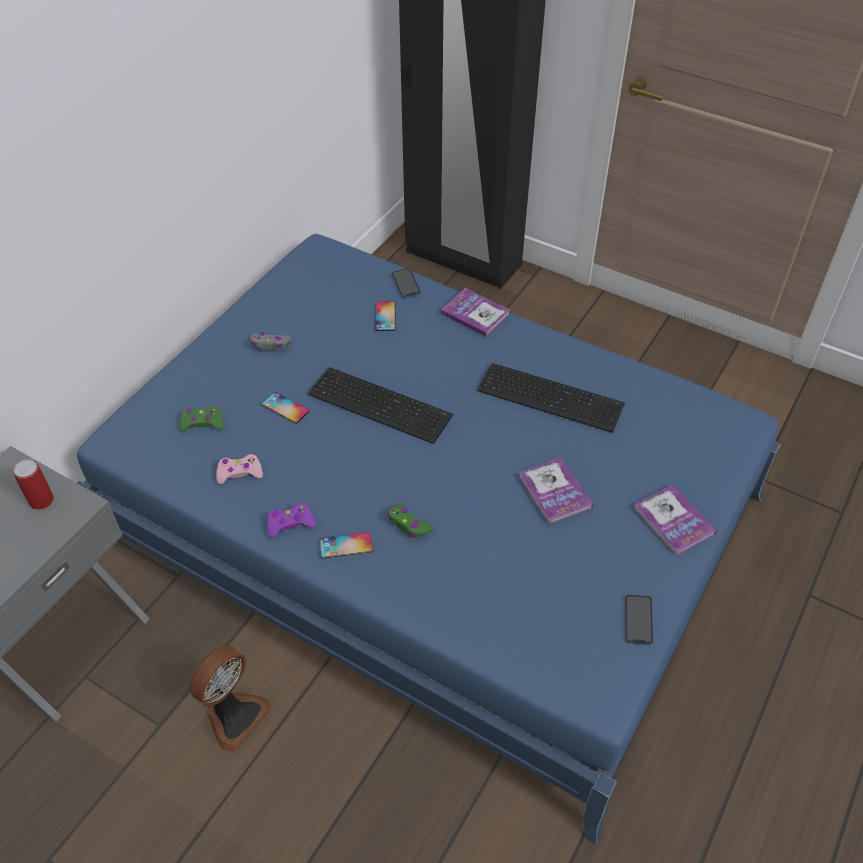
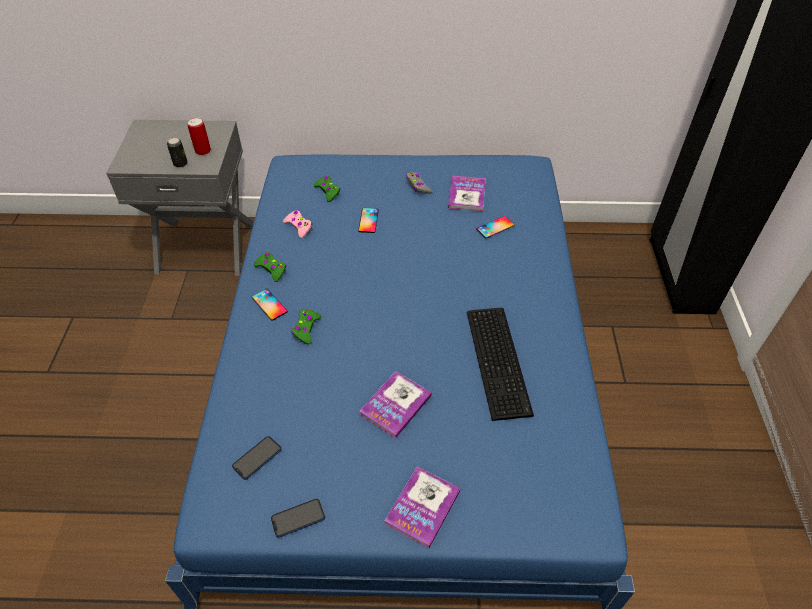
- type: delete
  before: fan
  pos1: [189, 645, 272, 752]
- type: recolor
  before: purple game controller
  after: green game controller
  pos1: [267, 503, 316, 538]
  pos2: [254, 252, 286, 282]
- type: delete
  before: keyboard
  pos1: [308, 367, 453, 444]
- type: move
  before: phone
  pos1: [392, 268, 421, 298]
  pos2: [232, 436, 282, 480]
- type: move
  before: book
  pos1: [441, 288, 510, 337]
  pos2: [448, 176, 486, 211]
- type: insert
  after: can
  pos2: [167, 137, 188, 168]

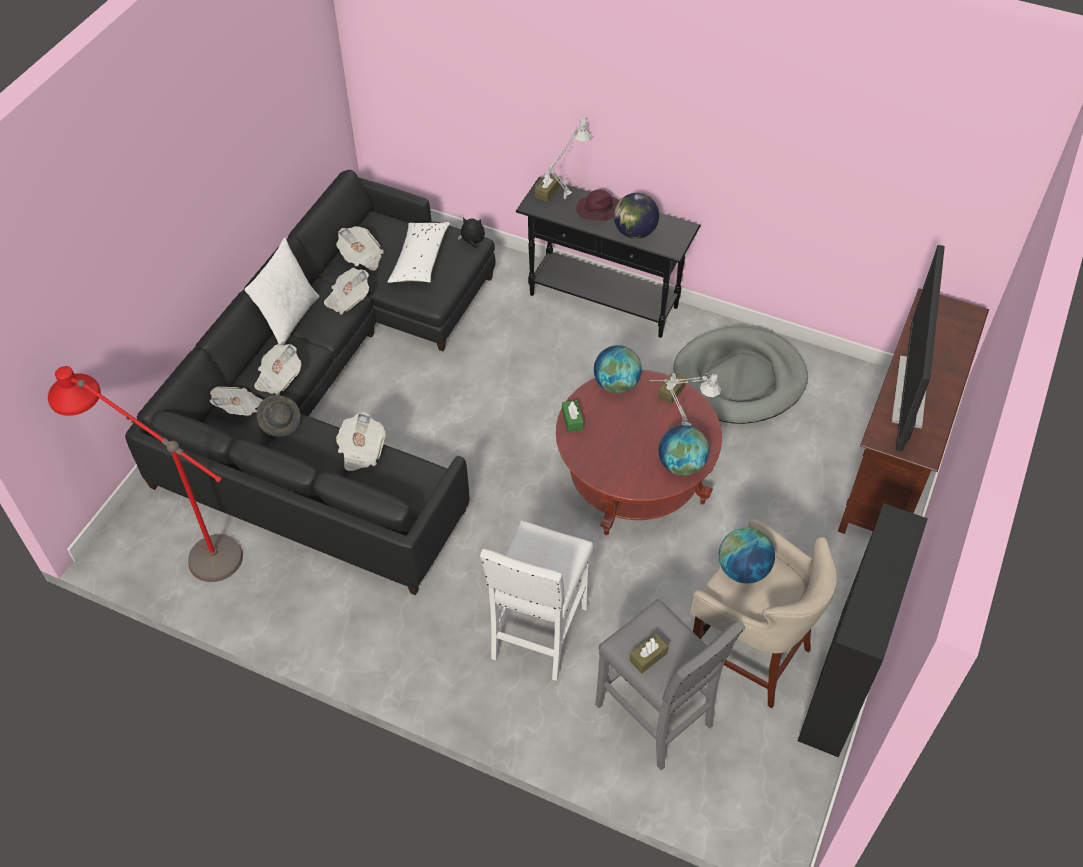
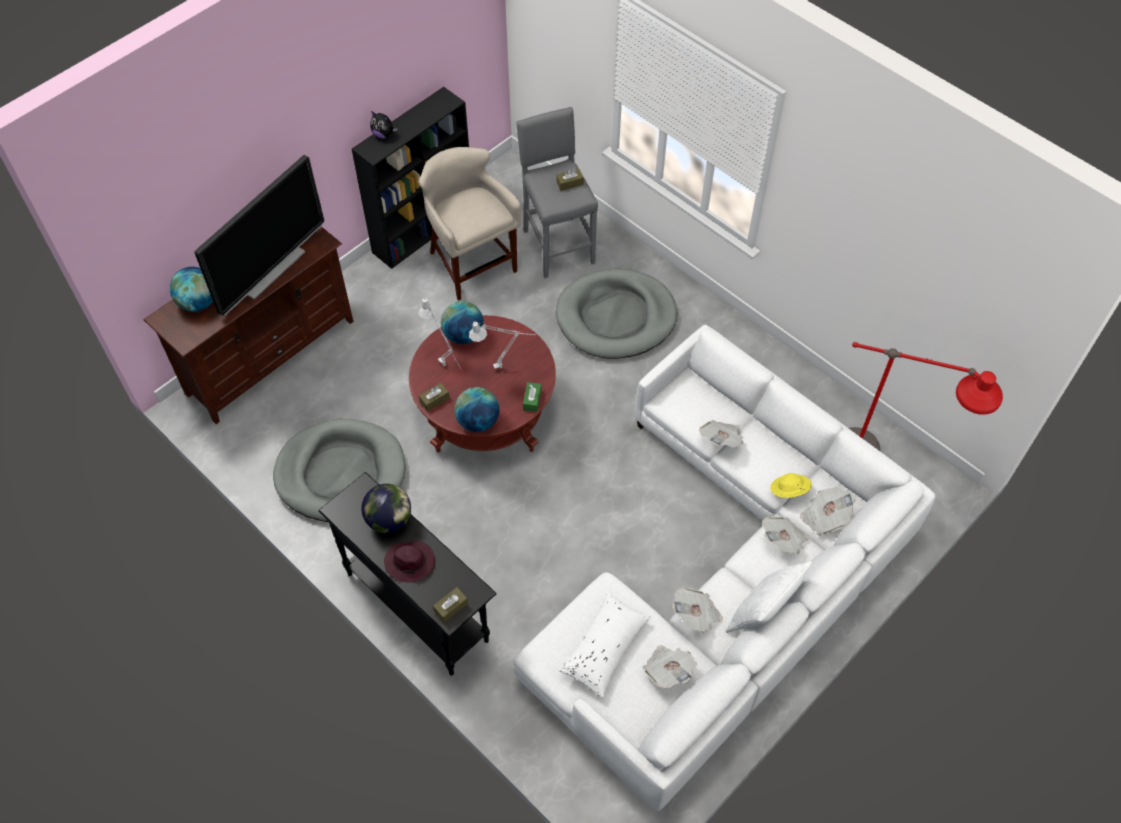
- type: recolor
  before: black sofa
  after: white sofa
  pos1: [125, 170, 496, 595]
  pos2: [513, 325, 936, 811]
- type: recolor
  before: grey hat
  after: yellow hat
  pos1: [257, 395, 300, 437]
  pos2: [770, 473, 812, 498]
- type: move
  before: plush toy
  pos1: [458, 218, 485, 248]
  pos2: [370, 112, 398, 139]
- type: replace
  before: white stool
  after: grey dog bed
  pos1: [480, 520, 593, 681]
  pos2: [556, 269, 677, 359]
- type: move
  before: grey table lamp
  pos1: [535, 119, 592, 199]
  pos2: [469, 322, 536, 369]
- type: move
  before: globe
  pos1: [719, 528, 775, 584]
  pos2: [170, 267, 213, 312]

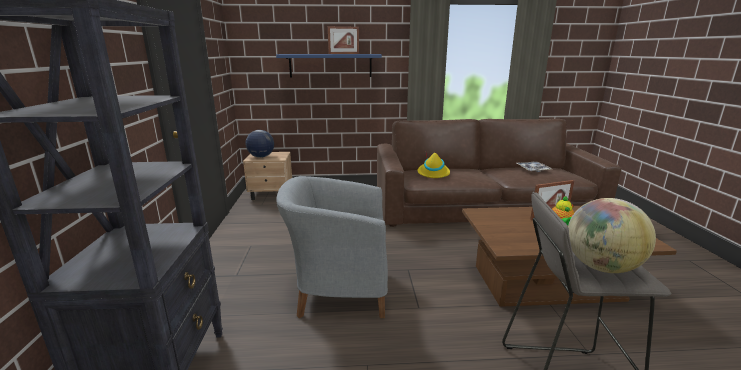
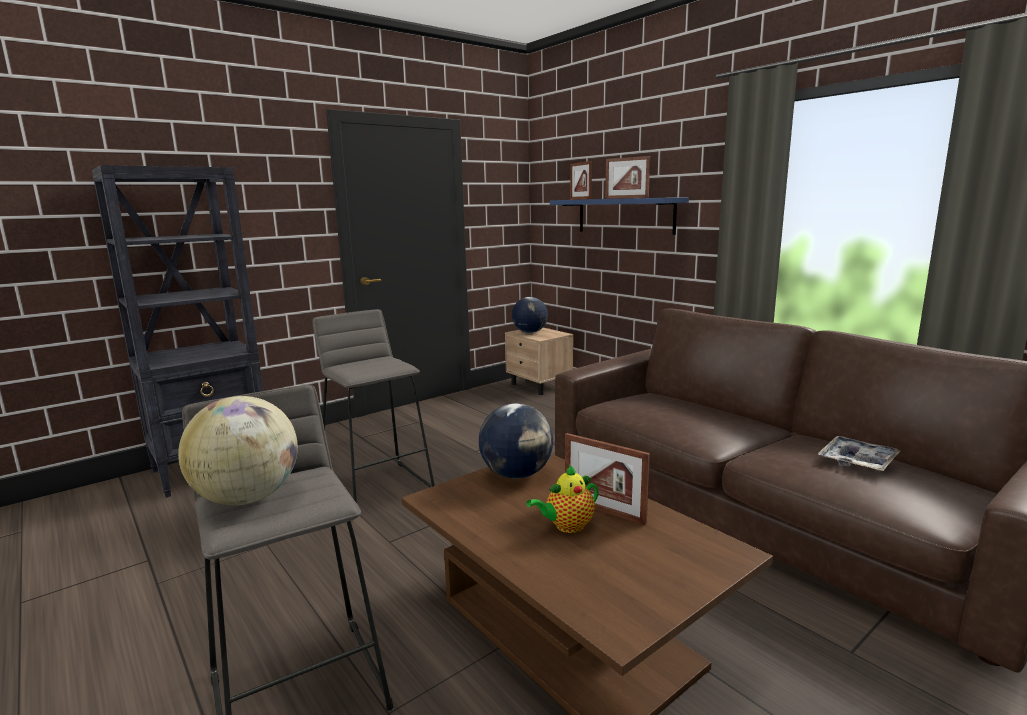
- type: replace
  before: grey armchair
  after: grey stool
  pos1: [276, 176, 388, 318]
  pos2: [313, 309, 435, 503]
- type: delete
  before: yellow hat
  pos1: [418, 150, 450, 178]
- type: insert
  after: globe
  pos2: [479, 403, 553, 479]
- type: insert
  after: picture frame
  pos2: [570, 161, 592, 200]

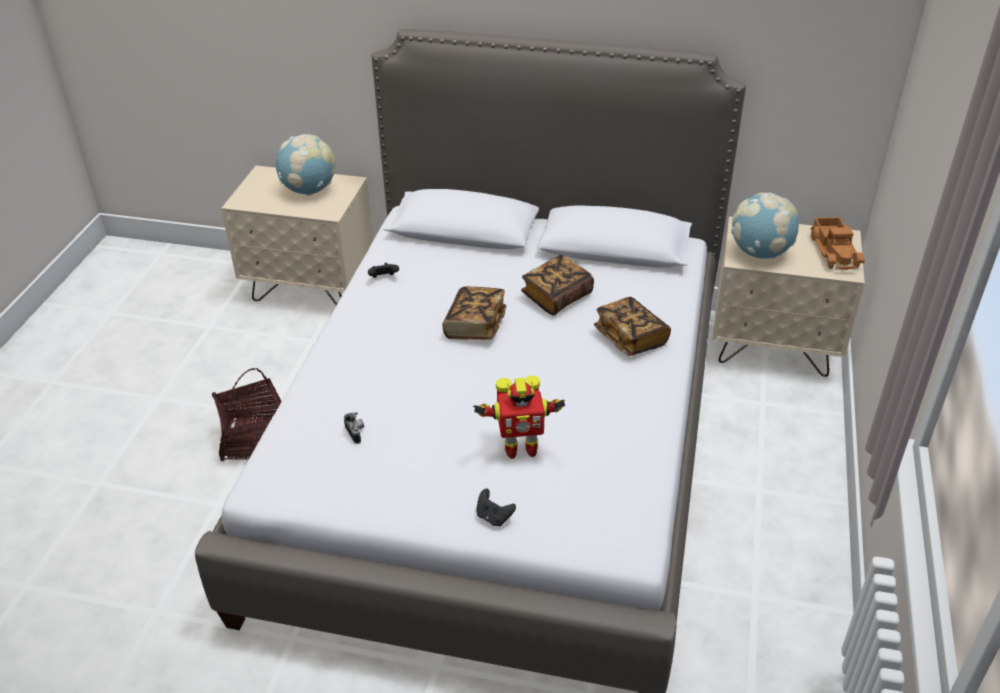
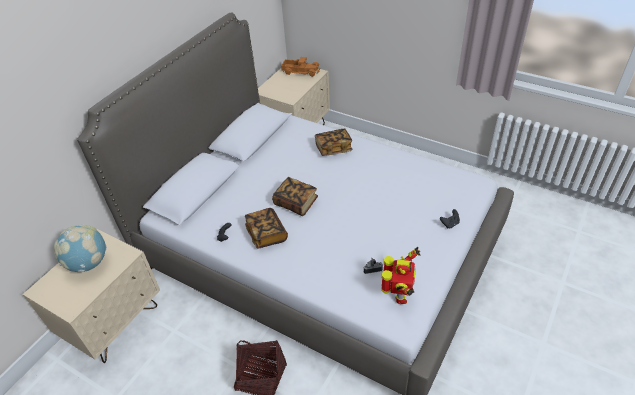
- type: move
  before: toy robot
  pos1: [473, 376, 566, 459]
  pos2: [381, 247, 421, 304]
- type: move
  before: book
  pos1: [521, 255, 594, 315]
  pos2: [245, 208, 288, 249]
- type: delete
  before: globe
  pos1: [731, 192, 799, 259]

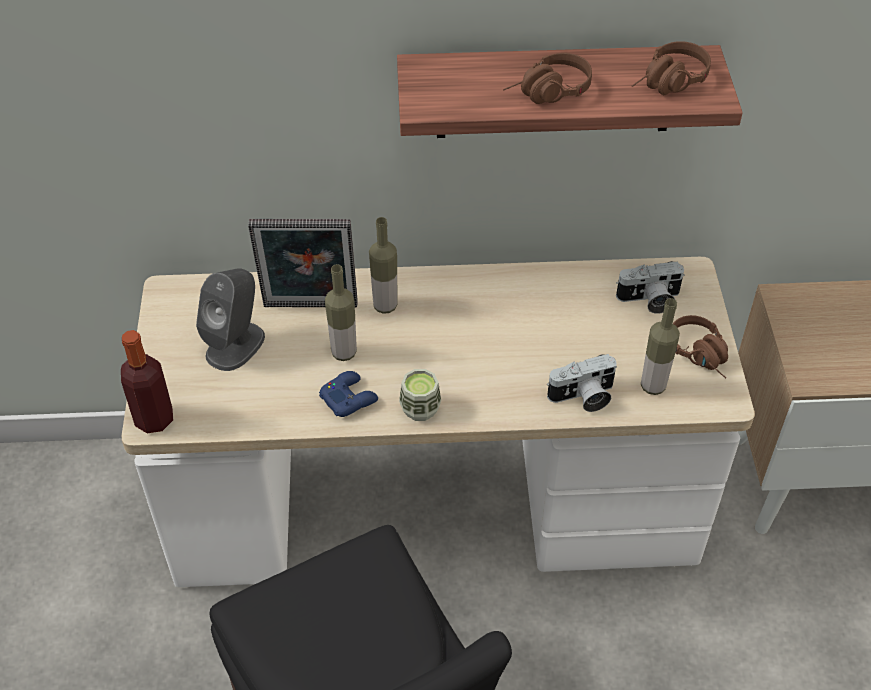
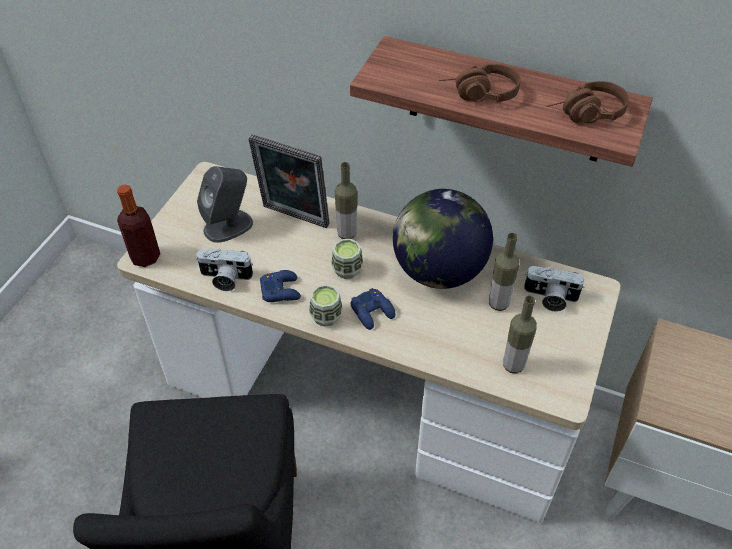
- type: move
  before: bottle
  pos1: [325, 264, 357, 361]
  pos2: [489, 233, 519, 311]
- type: move
  before: photo camera
  pos1: [547, 354, 617, 412]
  pos2: [196, 249, 253, 291]
- type: delete
  before: brown headphones
  pos1: [673, 315, 728, 379]
- type: insert
  after: cup
  pos2: [331, 239, 363, 279]
- type: insert
  after: blue game controller
  pos2: [350, 288, 395, 330]
- type: insert
  after: globe
  pos2: [393, 189, 493, 289]

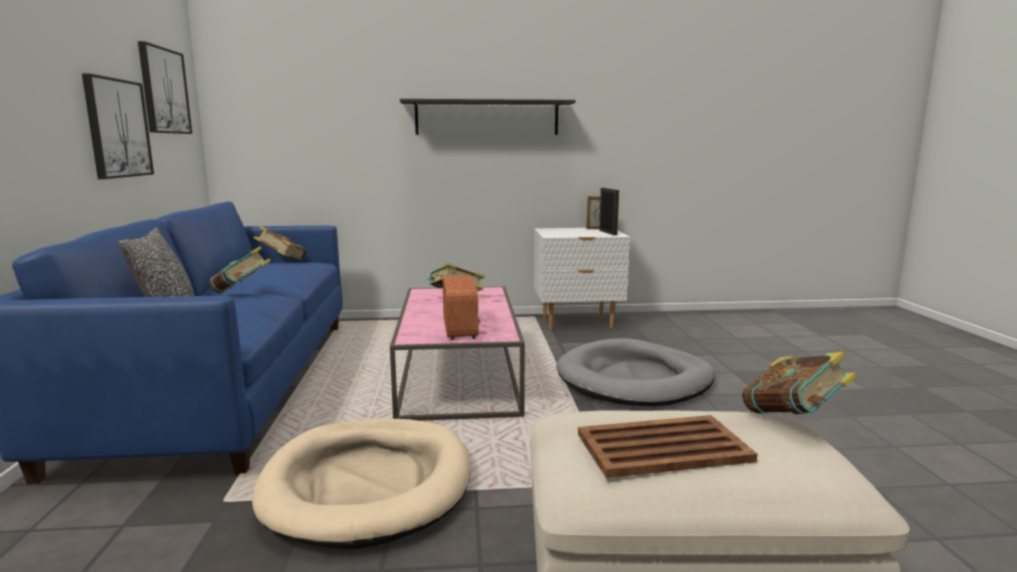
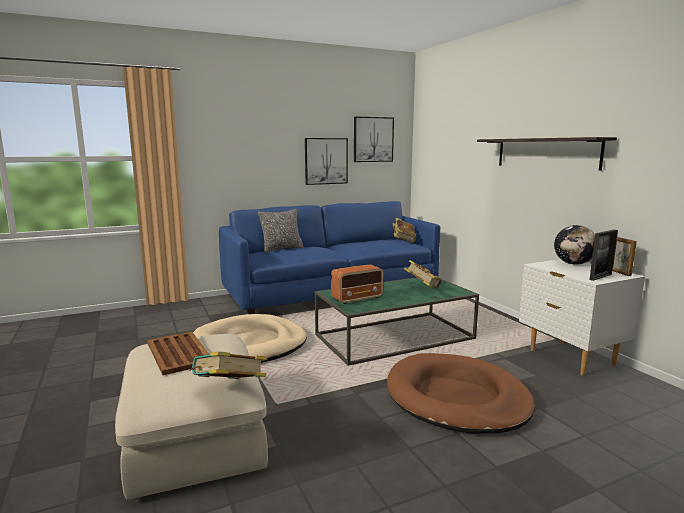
- type: delete
  before: book
  pos1: [209, 246, 271, 293]
- type: recolor
  before: pink coffee table
  after: green coffee table
  pos1: [390, 286, 525, 421]
  pos2: [315, 277, 479, 366]
- type: recolor
  before: grey dog bed
  after: brown dog bed
  pos1: [556, 338, 715, 406]
  pos2: [387, 353, 535, 434]
- type: insert
  after: globe
  pos2: [554, 225, 595, 265]

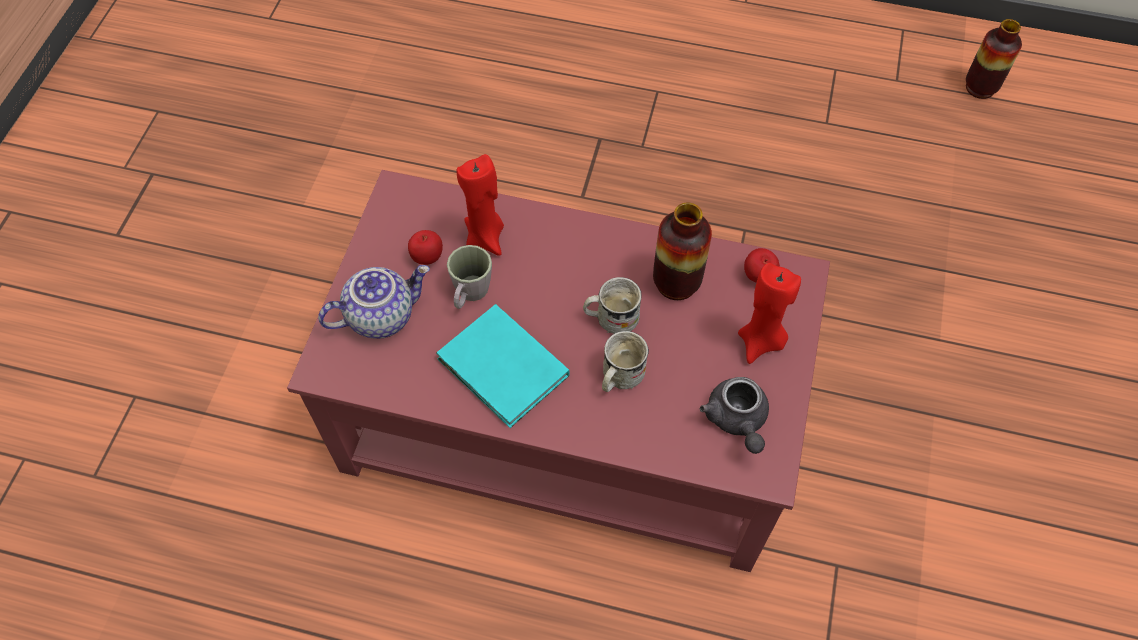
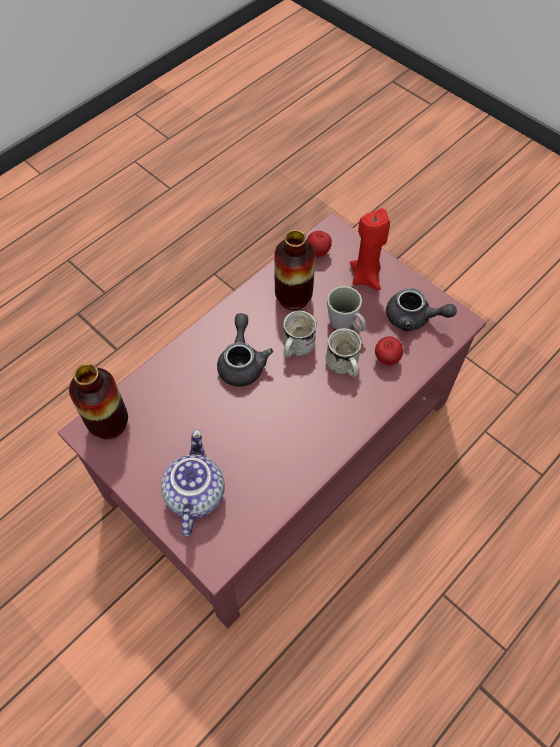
- type: move
  before: apple
  pos1: [408, 230, 443, 265]
  pos2: [375, 336, 403, 366]
- type: delete
  before: turquoise book
  pos1: [436, 304, 569, 428]
- type: move
  before: grey mug
  pos1: [447, 245, 492, 309]
  pos2: [327, 286, 366, 332]
- type: delete
  before: red candle
  pos1: [457, 154, 504, 256]
- type: move
  before: vase
  pos1: [966, 19, 1022, 99]
  pos2: [69, 364, 128, 439]
- type: insert
  after: grey teapot
  pos2: [217, 313, 273, 387]

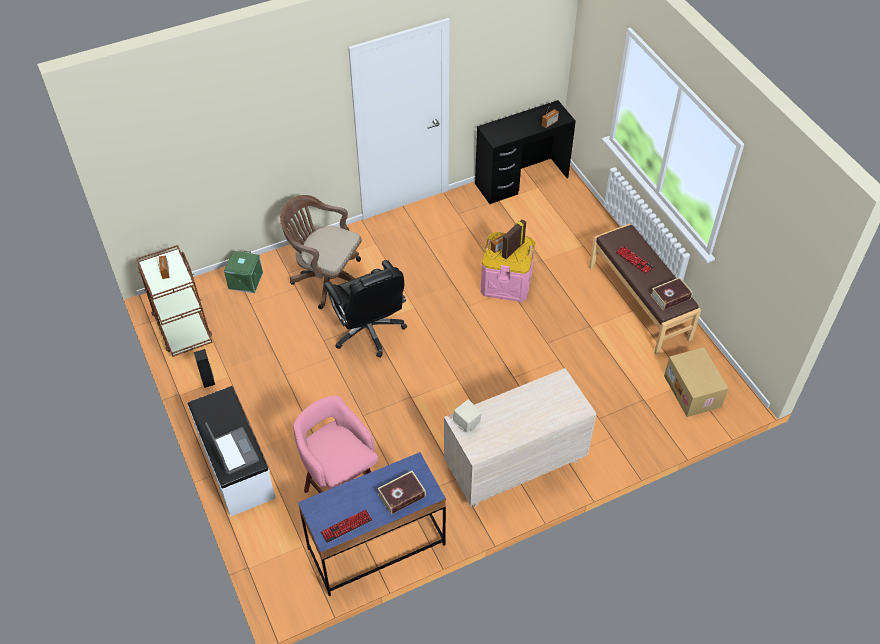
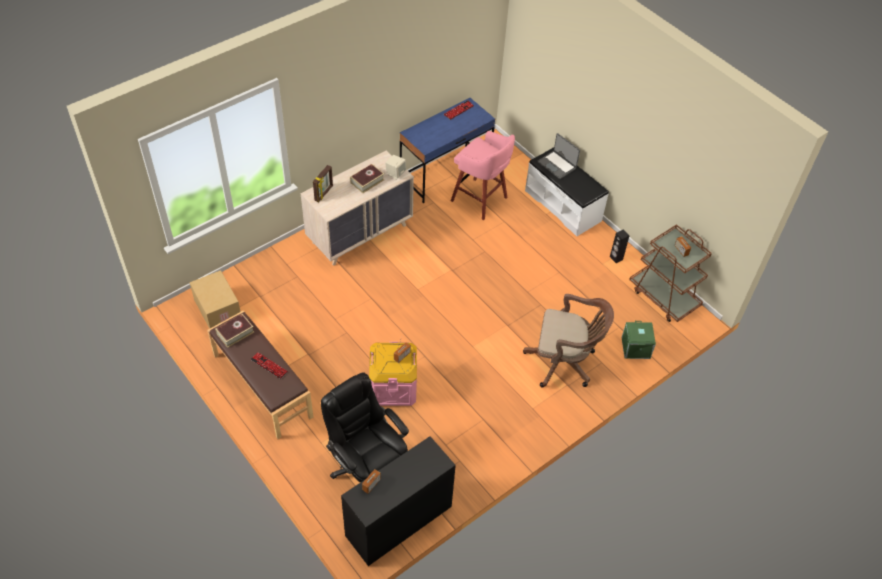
- type: move
  before: black office chair
  pos1: [324, 260, 407, 358]
  pos2: [321, 372, 409, 482]
- type: move
  before: book
  pos1: [377, 471, 426, 515]
  pos2: [350, 164, 384, 193]
- type: move
  before: picture frame
  pos1: [502, 219, 526, 259]
  pos2: [313, 165, 333, 202]

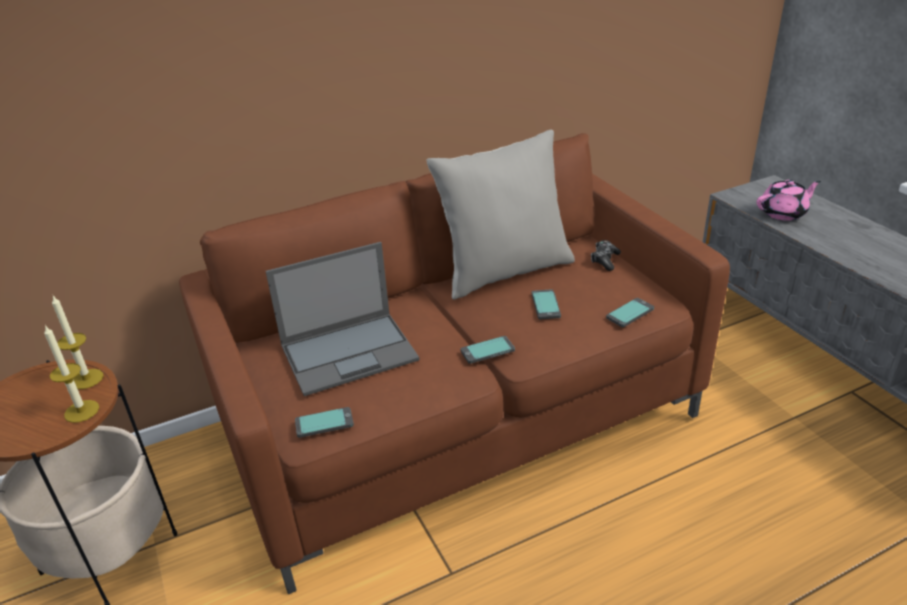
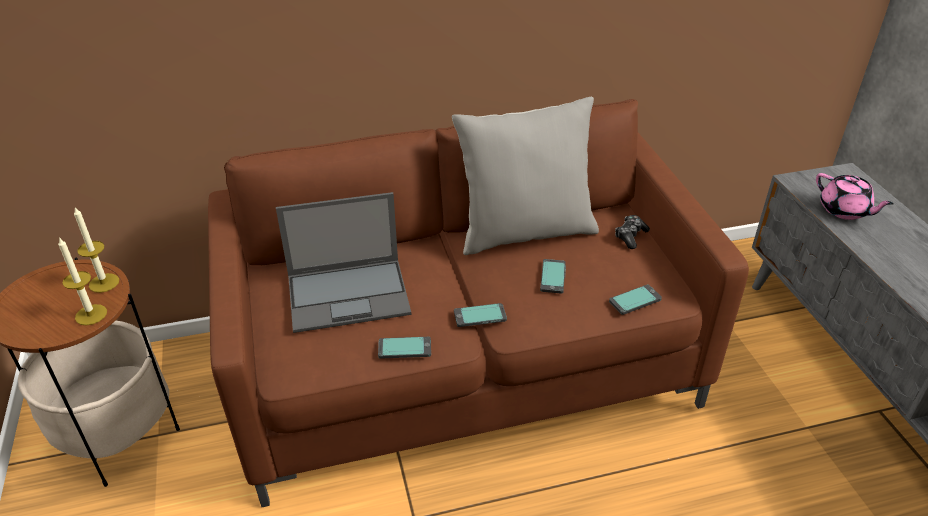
- type: move
  before: phone
  pos1: [295, 407, 354, 438]
  pos2: [378, 337, 431, 359]
- type: rotate
  before: pink teapot
  pos1: [757, 180, 821, 221]
  pos2: [816, 173, 894, 220]
  turn: 60

